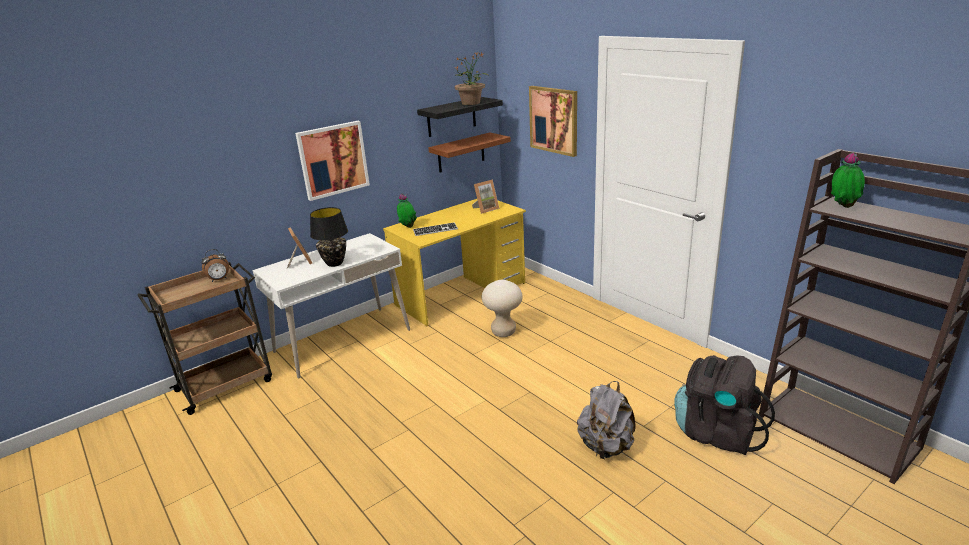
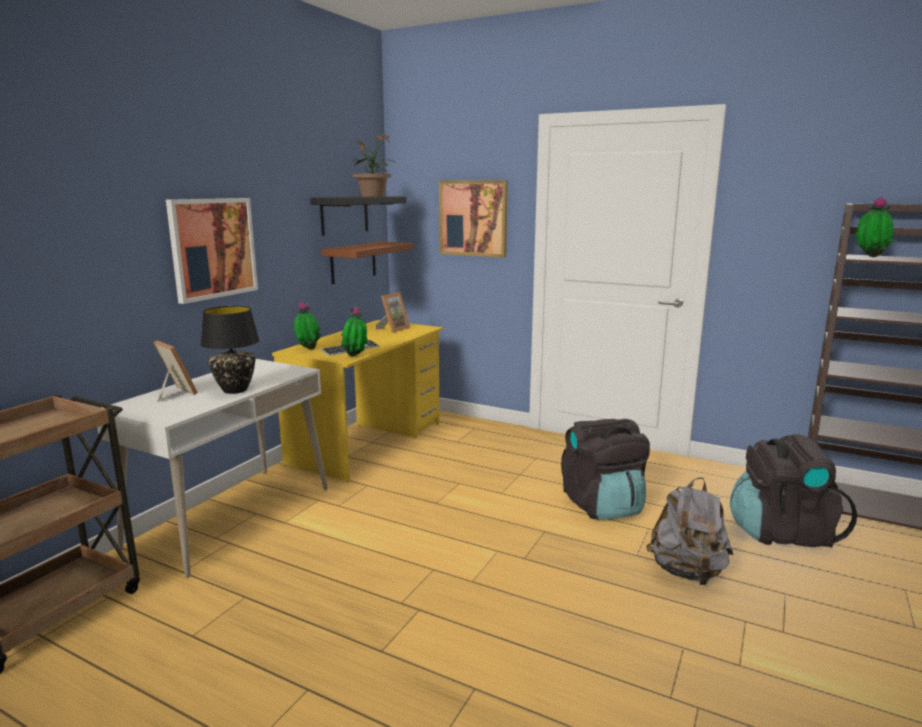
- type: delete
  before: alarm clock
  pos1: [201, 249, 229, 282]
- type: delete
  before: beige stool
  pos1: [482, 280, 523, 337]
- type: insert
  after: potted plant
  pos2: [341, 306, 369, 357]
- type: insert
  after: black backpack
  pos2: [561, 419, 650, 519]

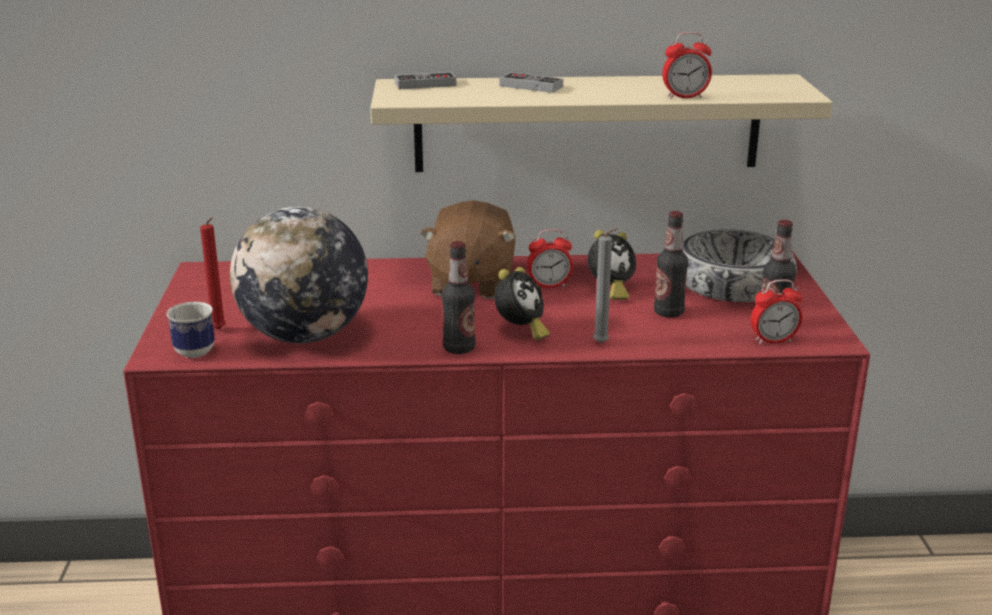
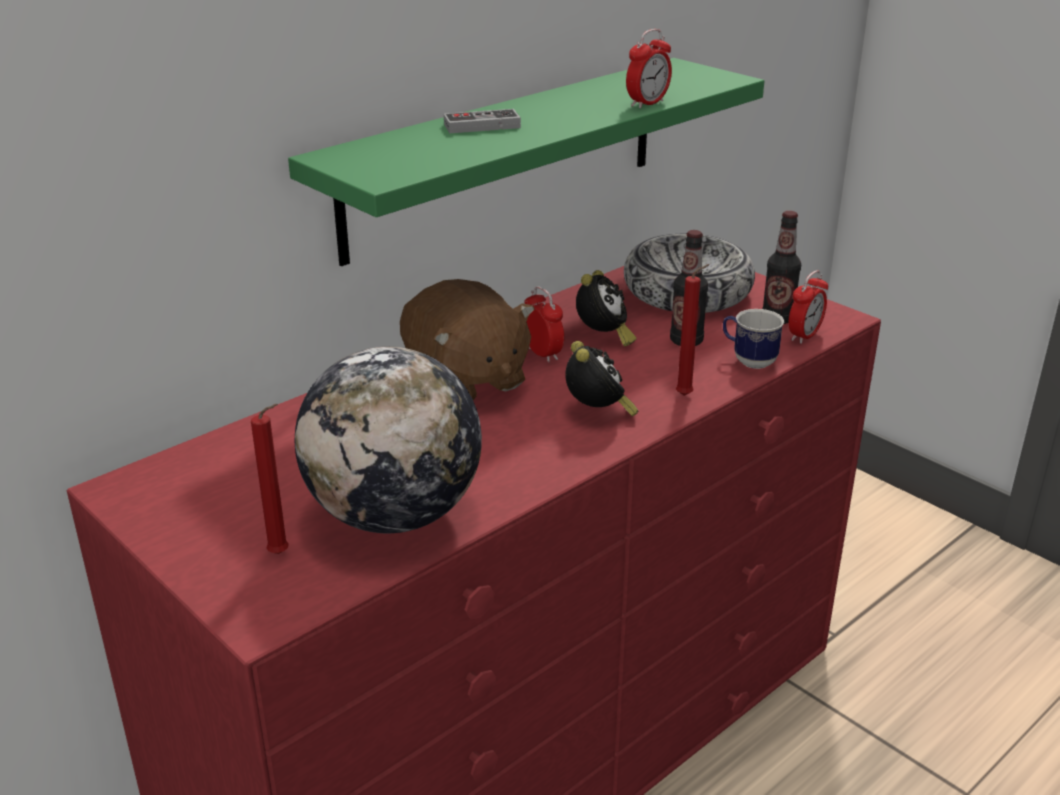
- type: move
  before: mug
  pos1: [167, 302, 215, 358]
  pos2: [723, 309, 784, 369]
- type: recolor
  before: beige shelf
  after: green shelf
  pos1: [370, 74, 833, 172]
  pos2: [288, 58, 764, 266]
- type: delete
  before: game controller
  pos1: [395, 72, 456, 89]
- type: delete
  before: bottle
  pos1: [442, 241, 476, 354]
- type: rotate
  before: alarm clock
  pos1: [527, 229, 573, 288]
  pos2: [524, 287, 564, 363]
  turn: -75
- type: recolor
  before: grey candle
  after: red candle
  pos1: [593, 228, 619, 343]
  pos2: [676, 264, 710, 396]

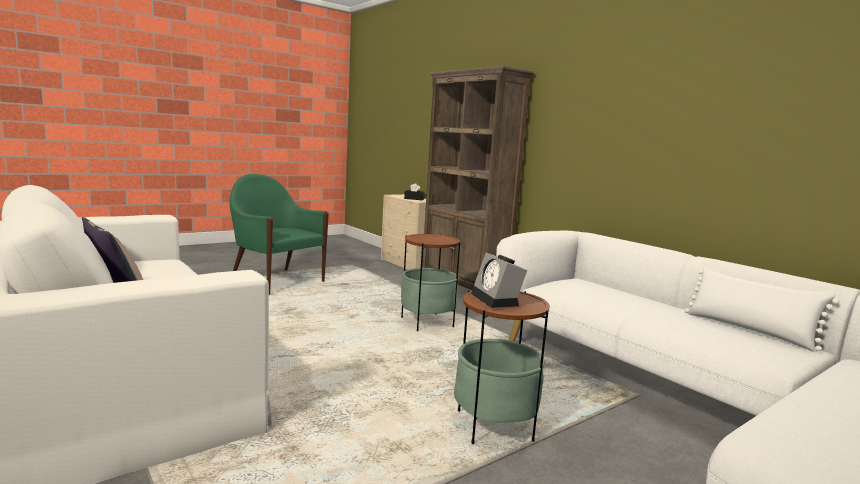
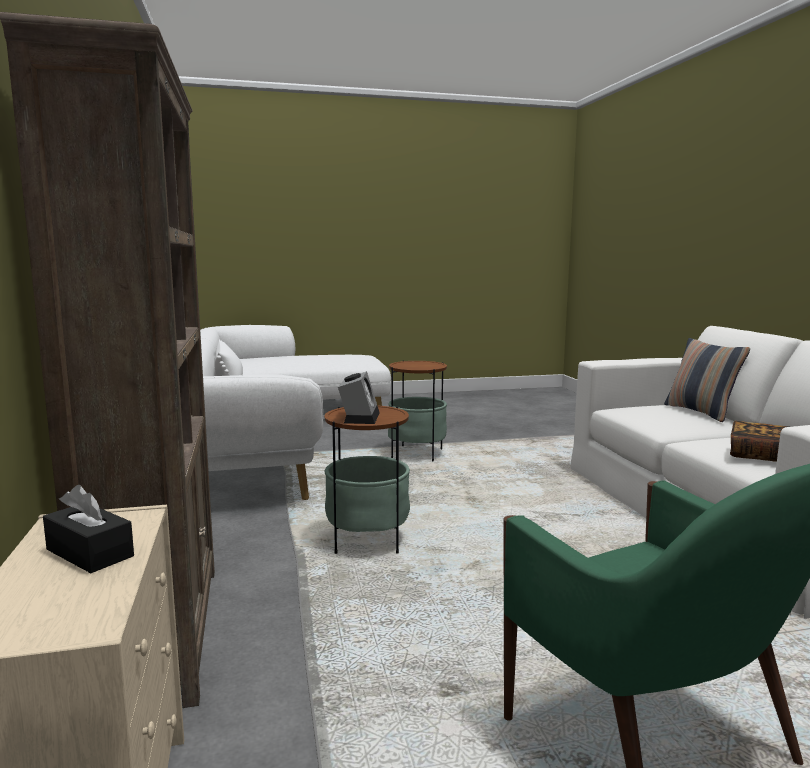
- type: move
  before: alarm clock
  pos1: [471, 253, 527, 308]
  pos2: [338, 371, 380, 424]
- type: insert
  after: book
  pos2: [730, 421, 790, 462]

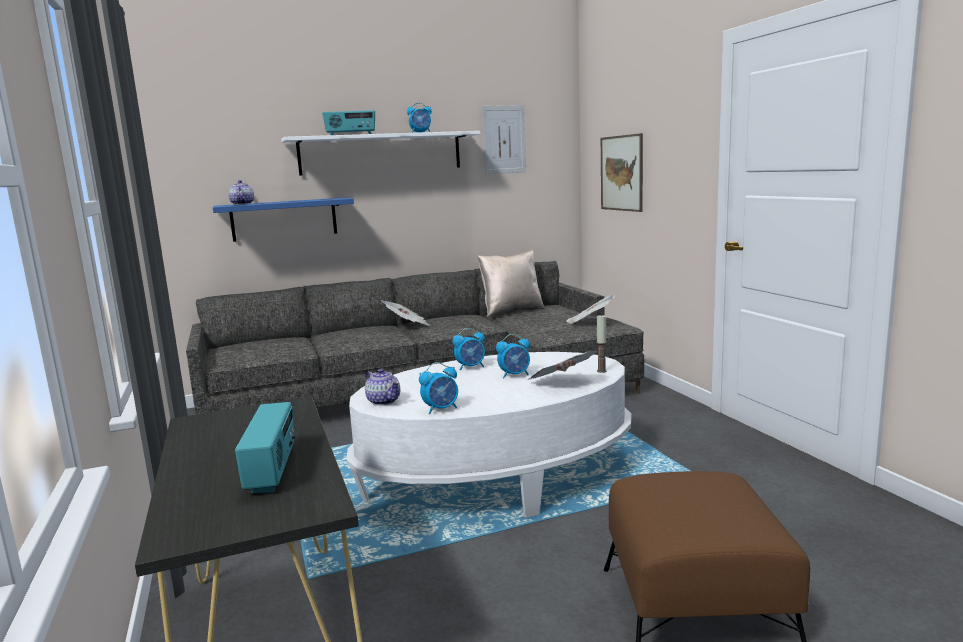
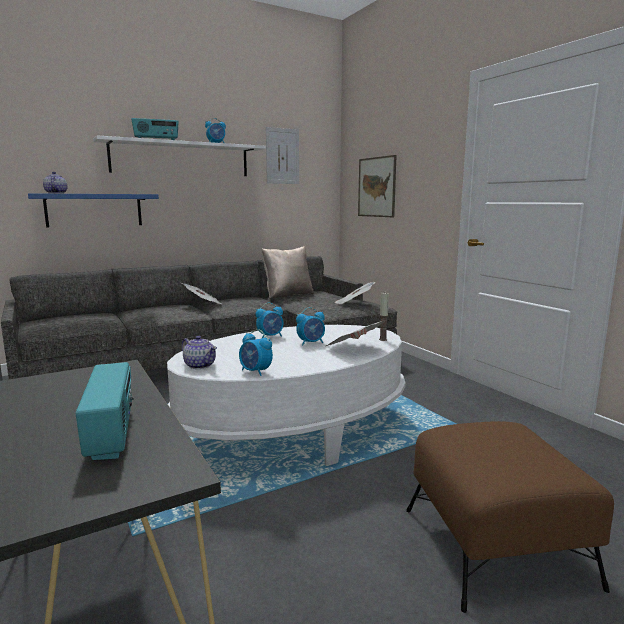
- type: rotate
  before: alarm clock
  pos1: [419, 362, 458, 414]
  pos2: [239, 329, 273, 376]
  turn: 75

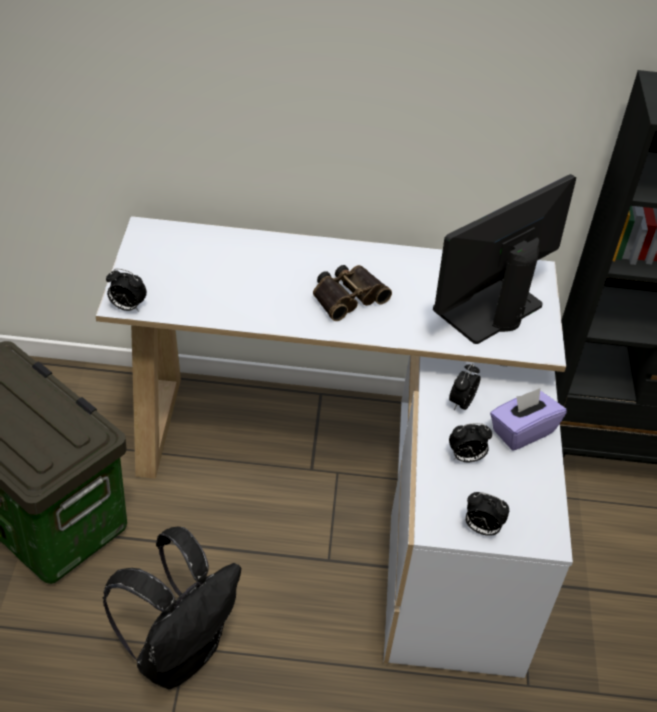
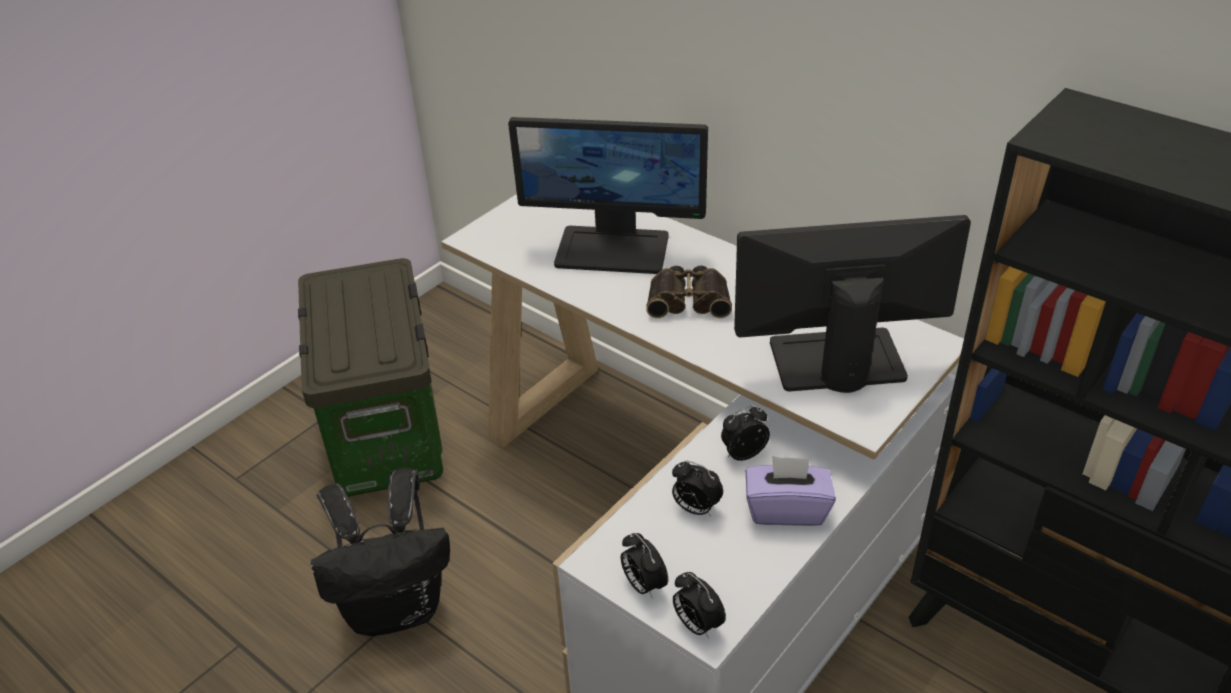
- type: move
  before: alarm clock
  pos1: [106, 268, 147, 312]
  pos2: [673, 572, 726, 639]
- type: insert
  after: monitor
  pos2: [508, 117, 708, 274]

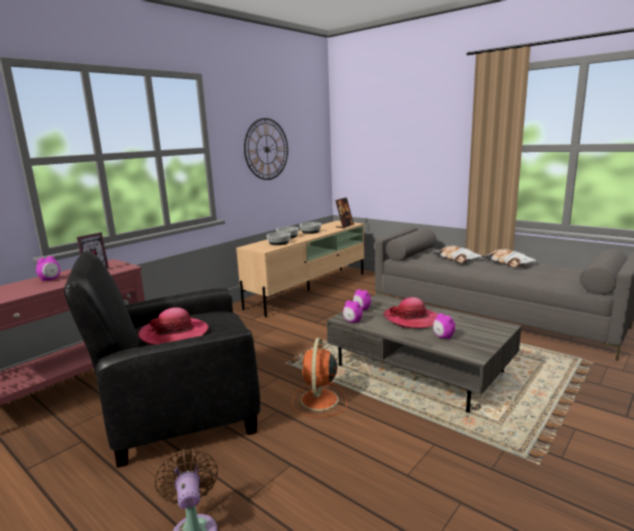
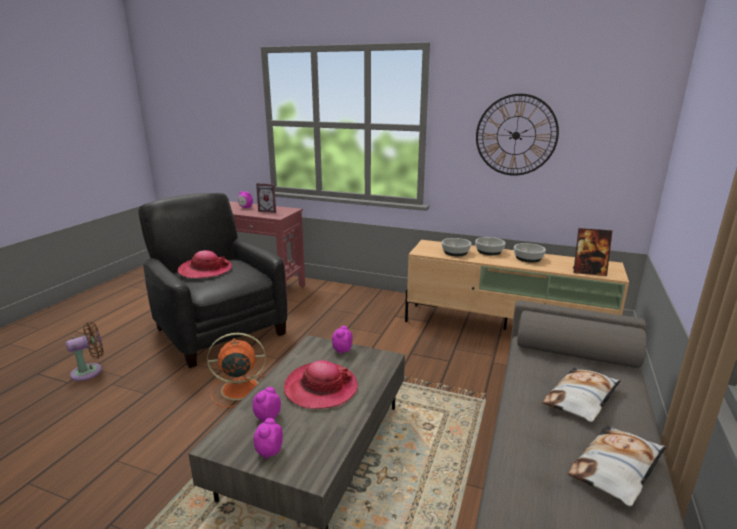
- type: move
  before: alarm clock
  pos1: [343, 300, 363, 323]
  pos2: [254, 418, 283, 460]

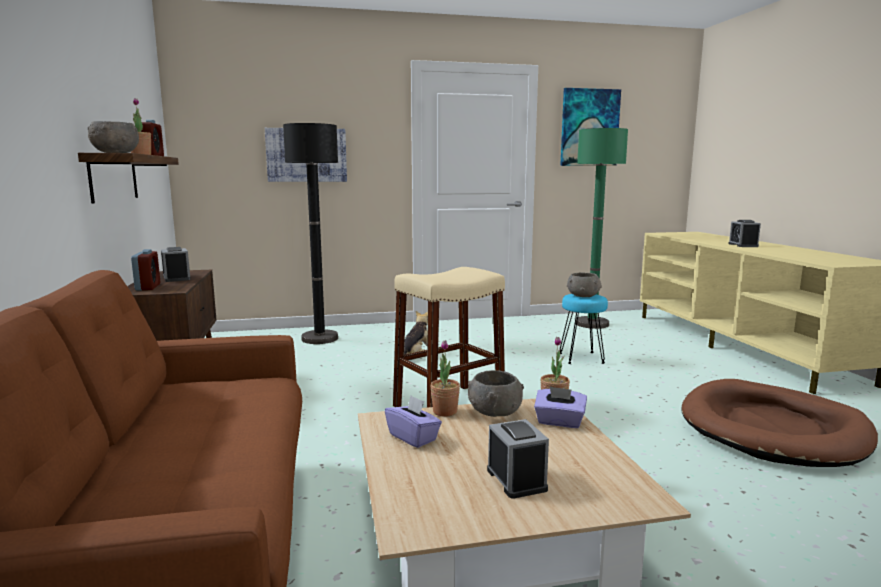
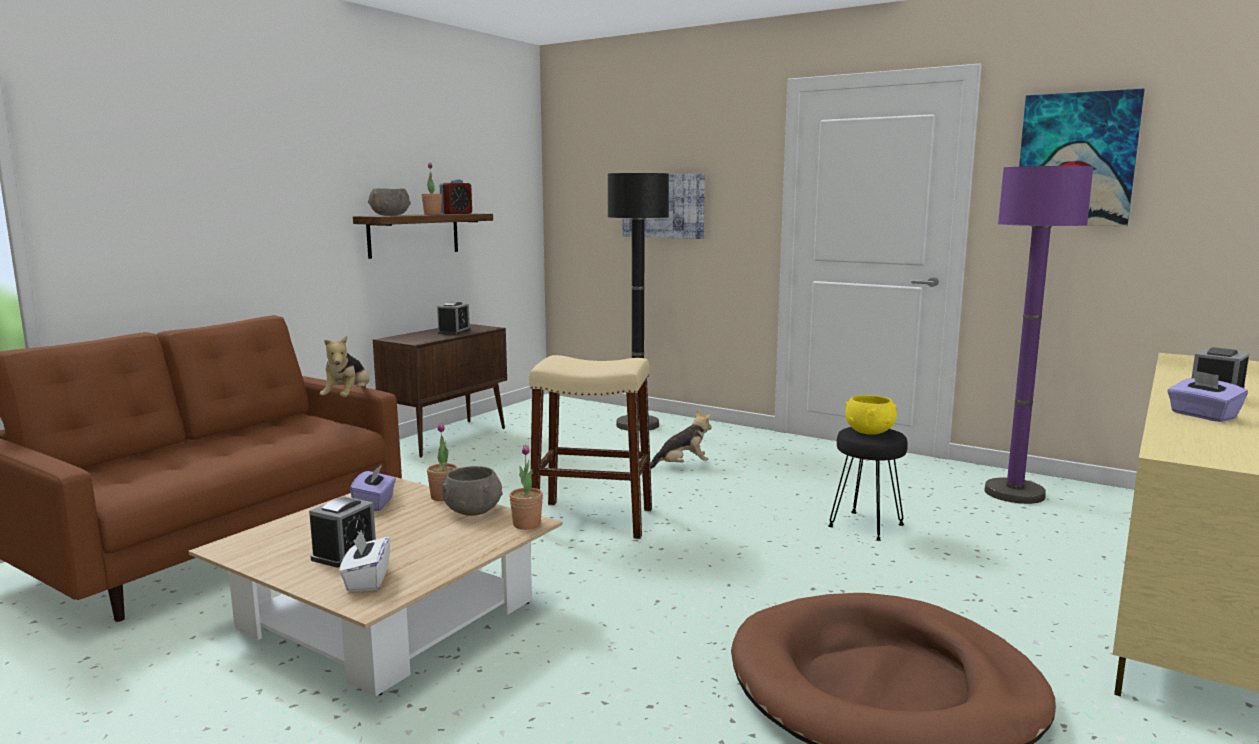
- type: delete
  before: alarm clock
  pos1: [131, 249, 160, 291]
- type: move
  before: purple tissue box
  pos1: [534, 386, 587, 428]
  pos2: [1167, 370, 1248, 422]
- type: recolor
  before: turquoise stool
  after: black stool
  pos1: [560, 294, 608, 364]
  pos2: [828, 427, 908, 541]
- type: recolor
  before: grey bowl
  after: yellow bowl
  pos1: [567, 273, 602, 297]
  pos2: [845, 395, 897, 435]
- type: recolor
  before: green floor lamp
  after: purple floor lamp
  pos1: [576, 128, 628, 329]
  pos2: [984, 166, 1094, 504]
- type: insert
  after: plush toy
  pos2: [320, 336, 370, 397]
- type: insert
  after: white tissue box
  pos2: [339, 530, 390, 591]

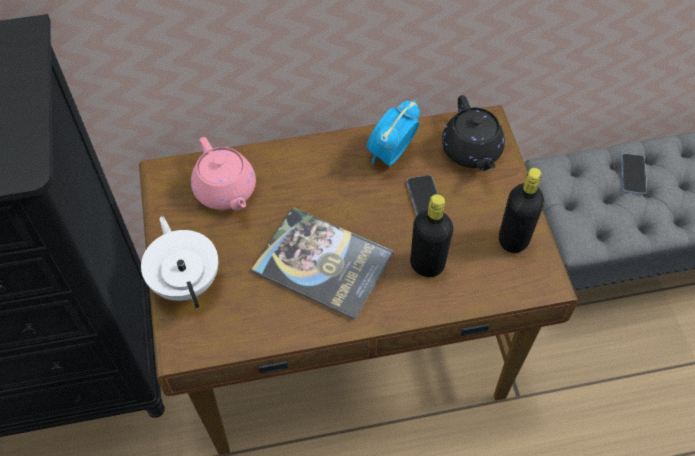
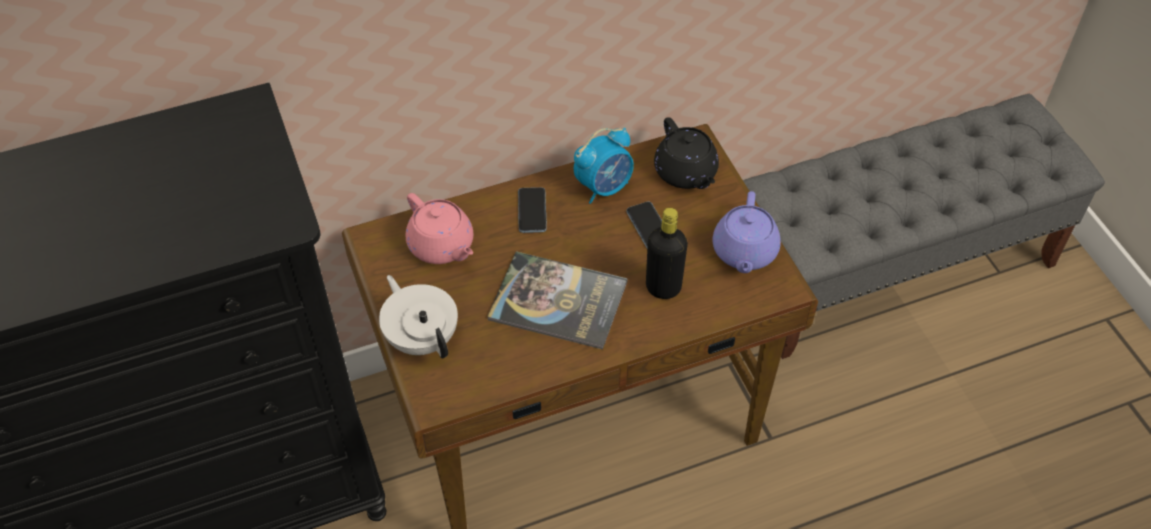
- type: rotate
  before: alarm clock
  pos1: [366, 100, 420, 166]
  pos2: [574, 127, 634, 204]
  turn: -150
- type: replace
  before: black bottle
  after: purple teapot
  pos1: [499, 168, 544, 253]
  pos2: [713, 191, 781, 273]
- type: move
  before: phone
  pos1: [621, 154, 647, 194]
  pos2: [518, 187, 547, 233]

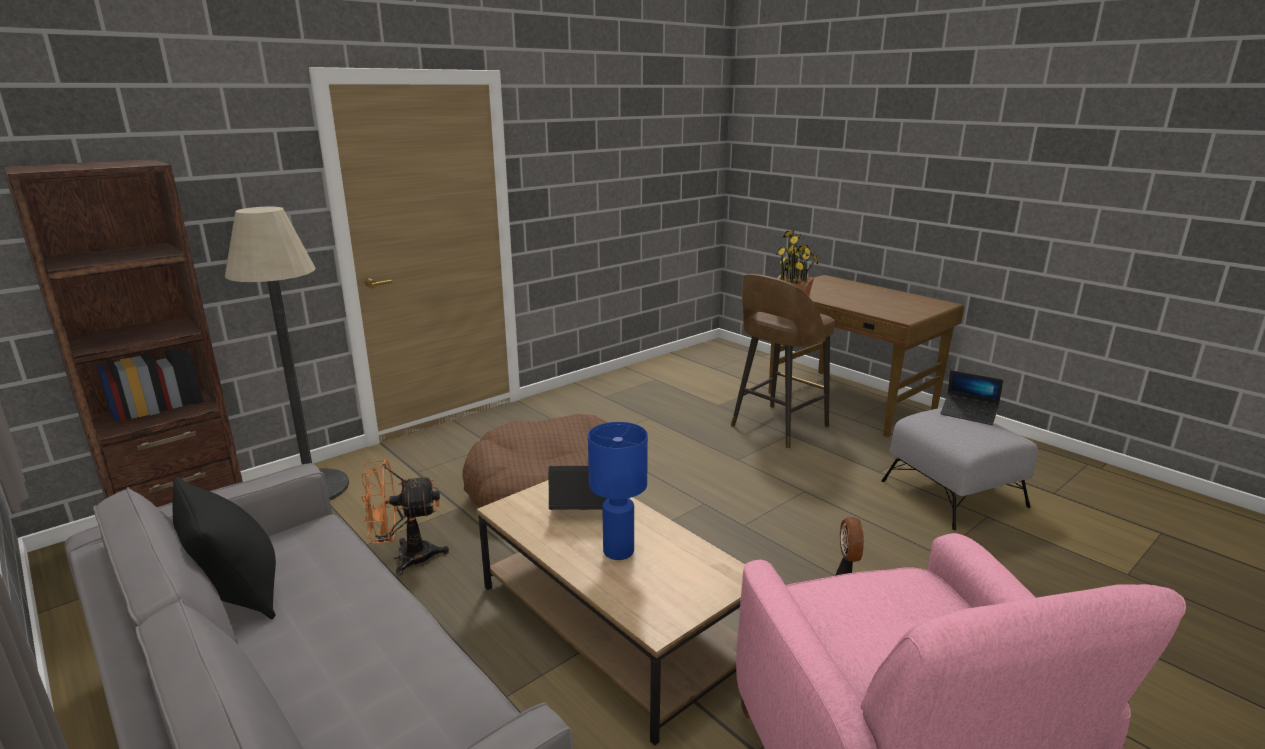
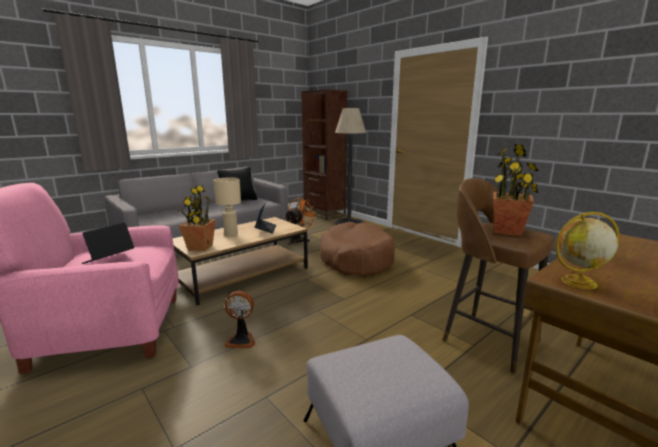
- type: rotate
  before: orange fan
  pos1: [361, 460, 449, 575]
  pos2: [285, 198, 316, 245]
  turn: 45
- type: recolor
  before: blue table lamp
  after: beige table lamp
  pos1: [588, 422, 648, 560]
  pos2: [214, 177, 241, 237]
- type: move
  before: laptop
  pos1: [941, 370, 1003, 425]
  pos2: [81, 222, 134, 264]
- type: insert
  after: potted plant
  pos2: [178, 186, 216, 251]
- type: insert
  after: globe
  pos2: [555, 212, 620, 289]

